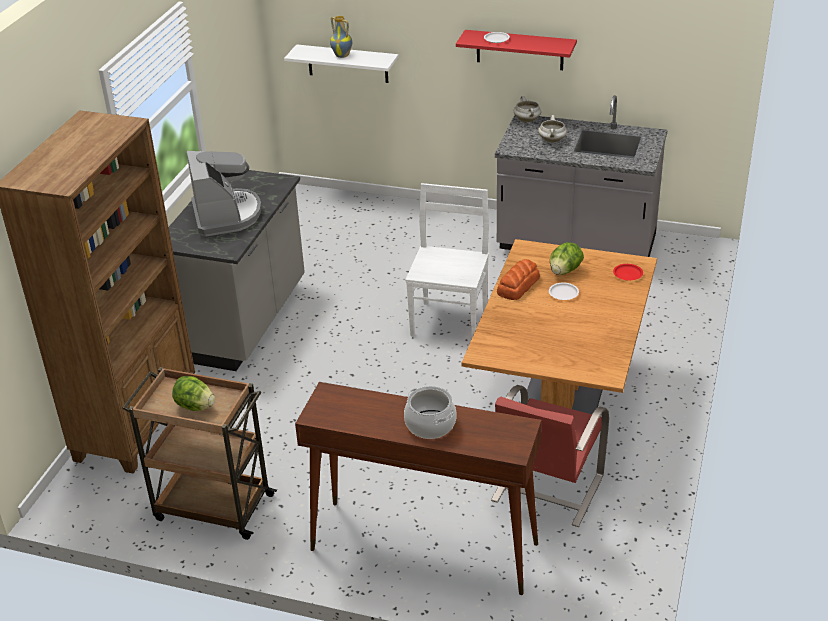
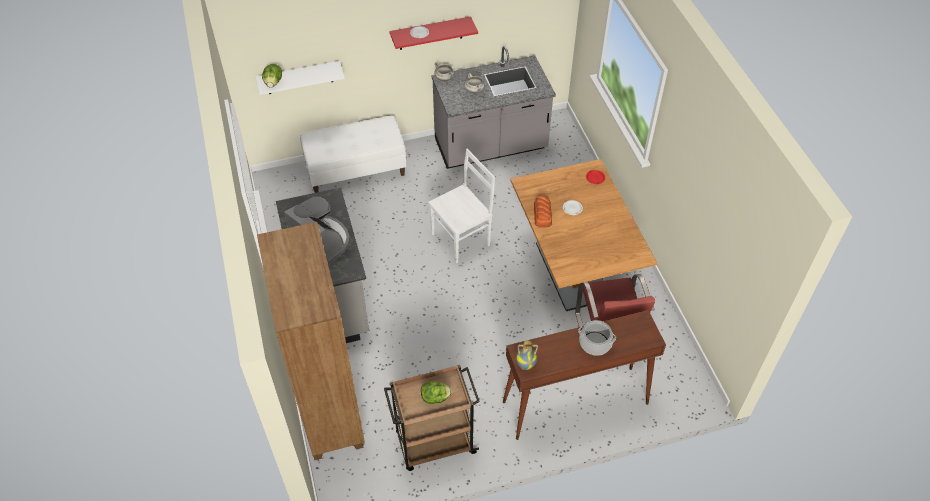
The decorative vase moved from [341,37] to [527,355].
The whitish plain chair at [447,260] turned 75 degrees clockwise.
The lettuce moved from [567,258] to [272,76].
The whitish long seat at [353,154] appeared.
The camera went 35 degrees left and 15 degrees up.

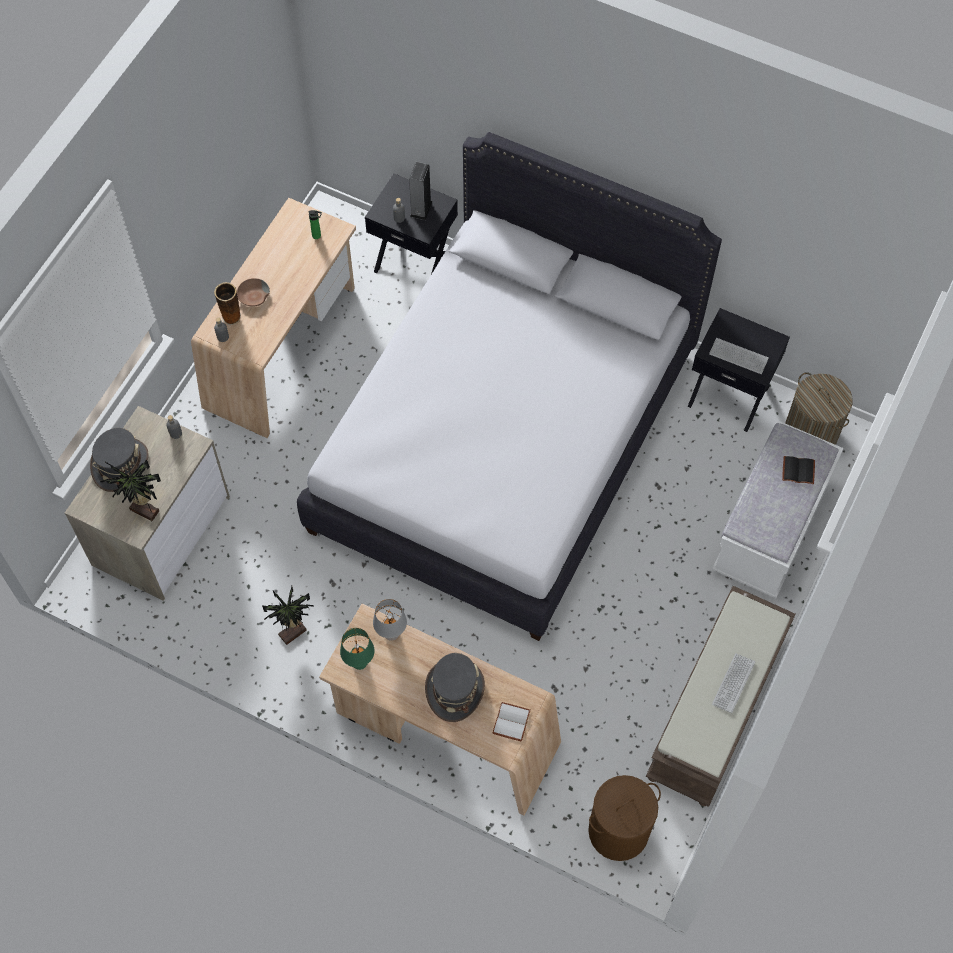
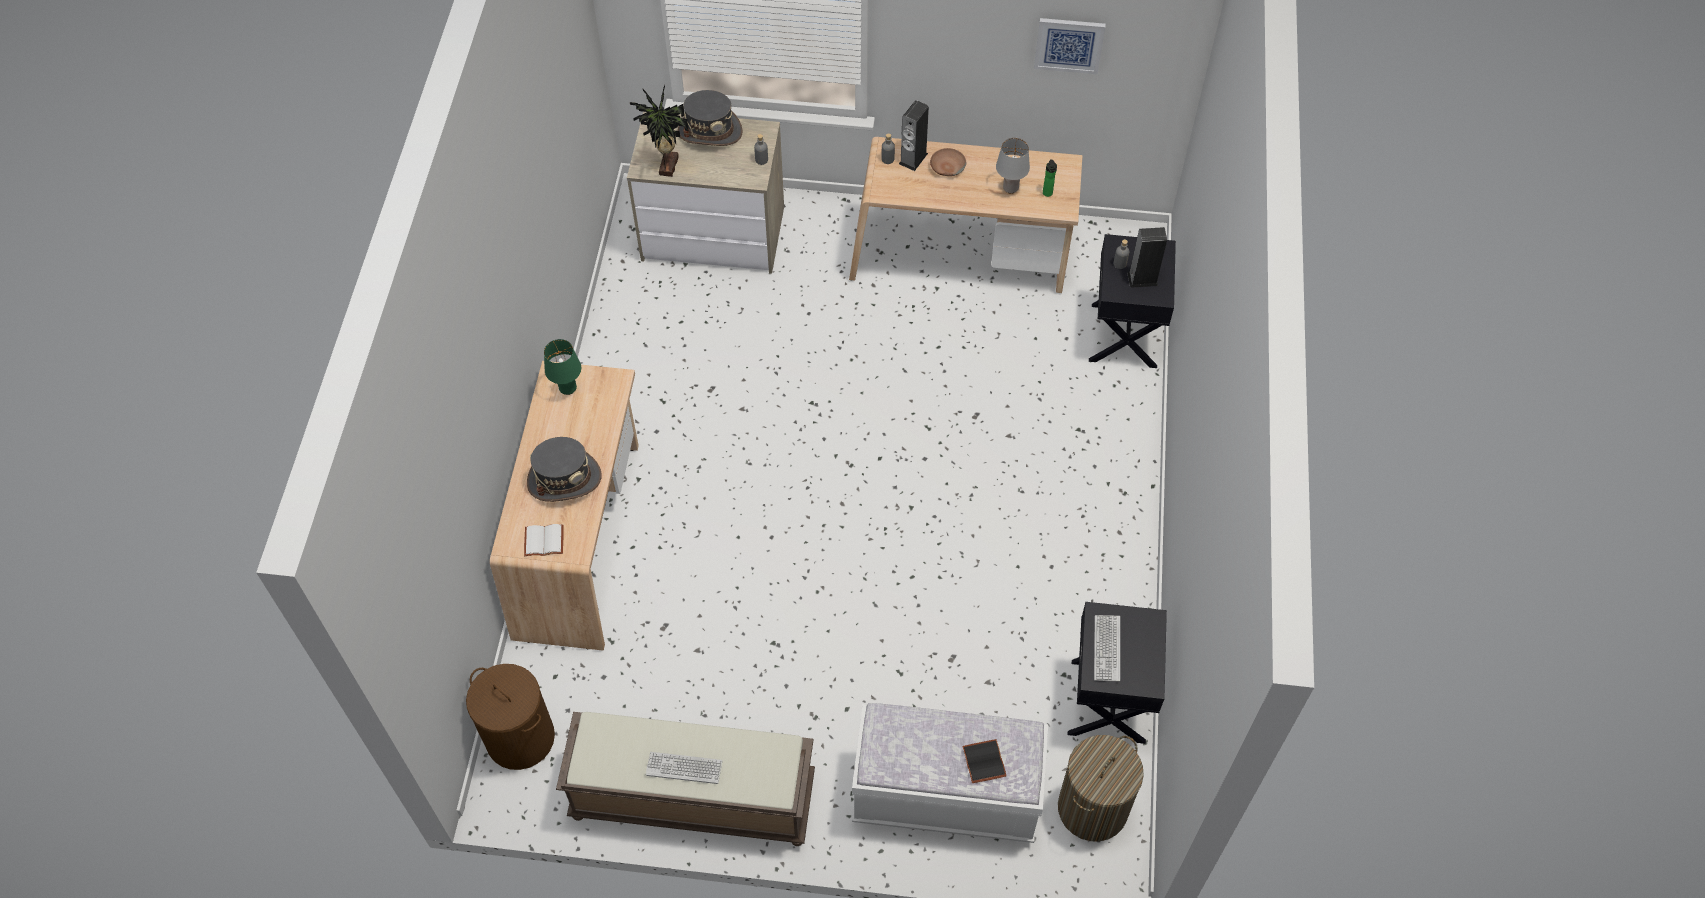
The decorative vase at [227,303] was replaced by the loudspeaker at [914,135].
The plant in a pot at [288,615] disappeared.
The whitish sleeping bed at [509,386] disappeared.
The greyish lamp for a table moved from [390,620] to [1013,166].
The wall picture at [1070,46] appeared.
The camera went 70 degrees right and 5 degrees down.

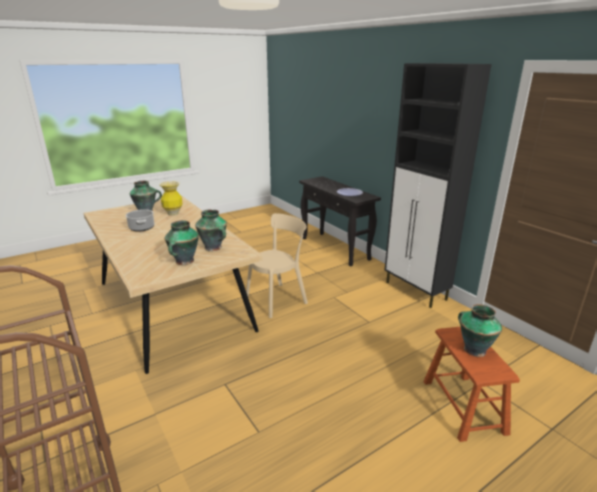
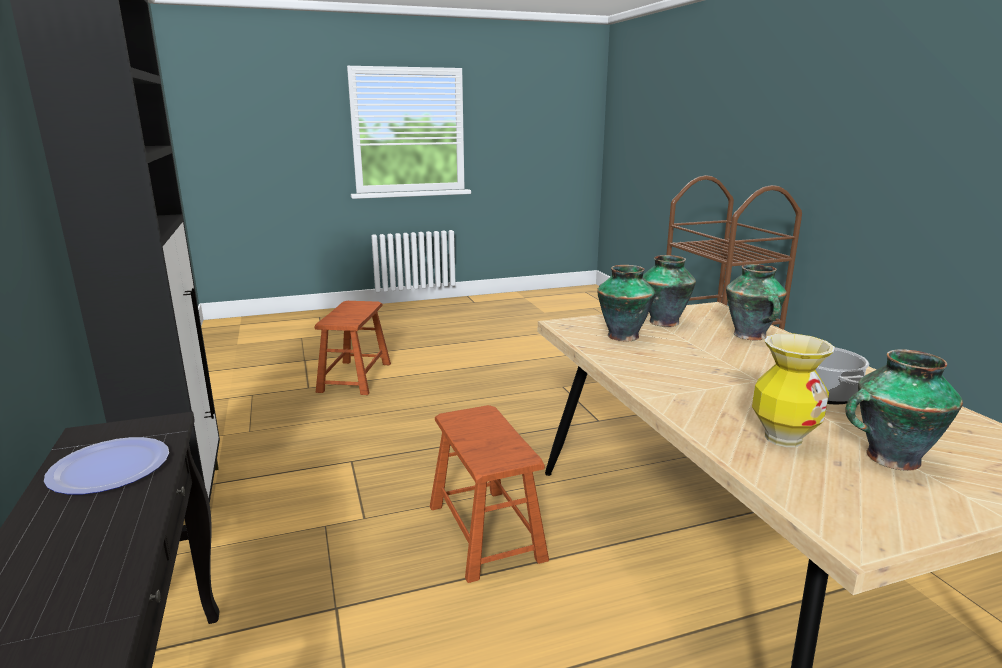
The beige plain chair at [277,265] was replaced by the brownish stool at [489,494].
The decorative vase moved from [480,330] to [756,302].
The camera went 165 degrees left and 5 degrees down.

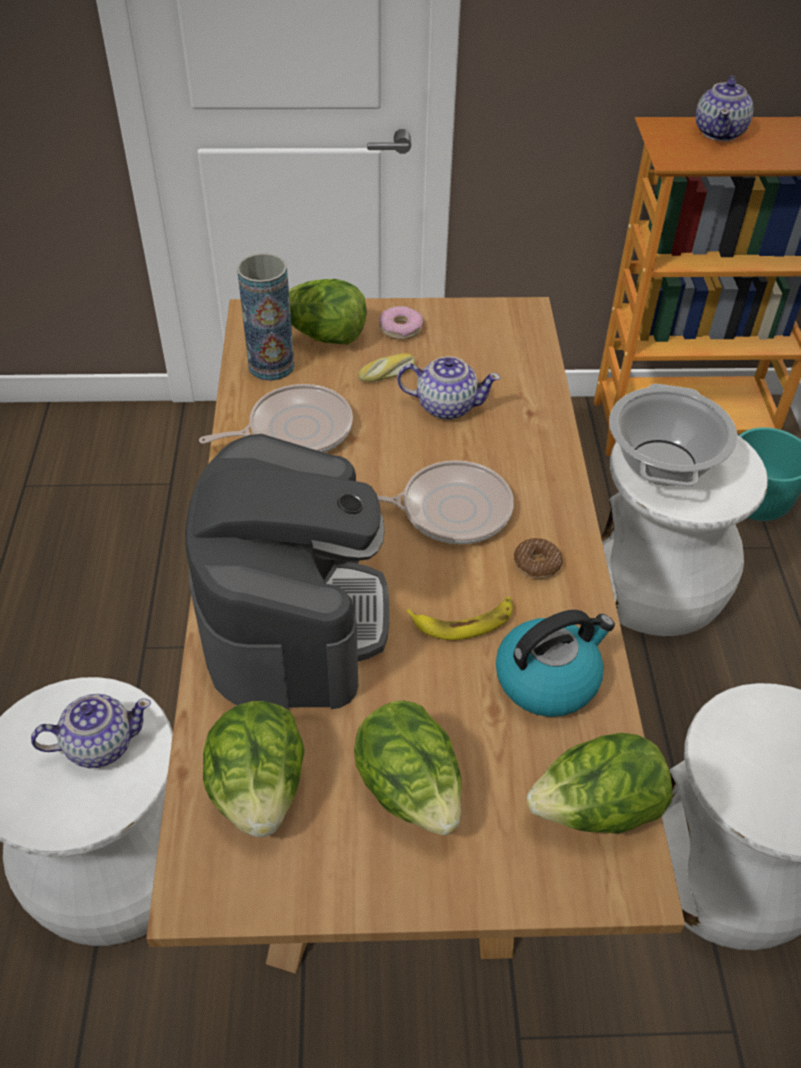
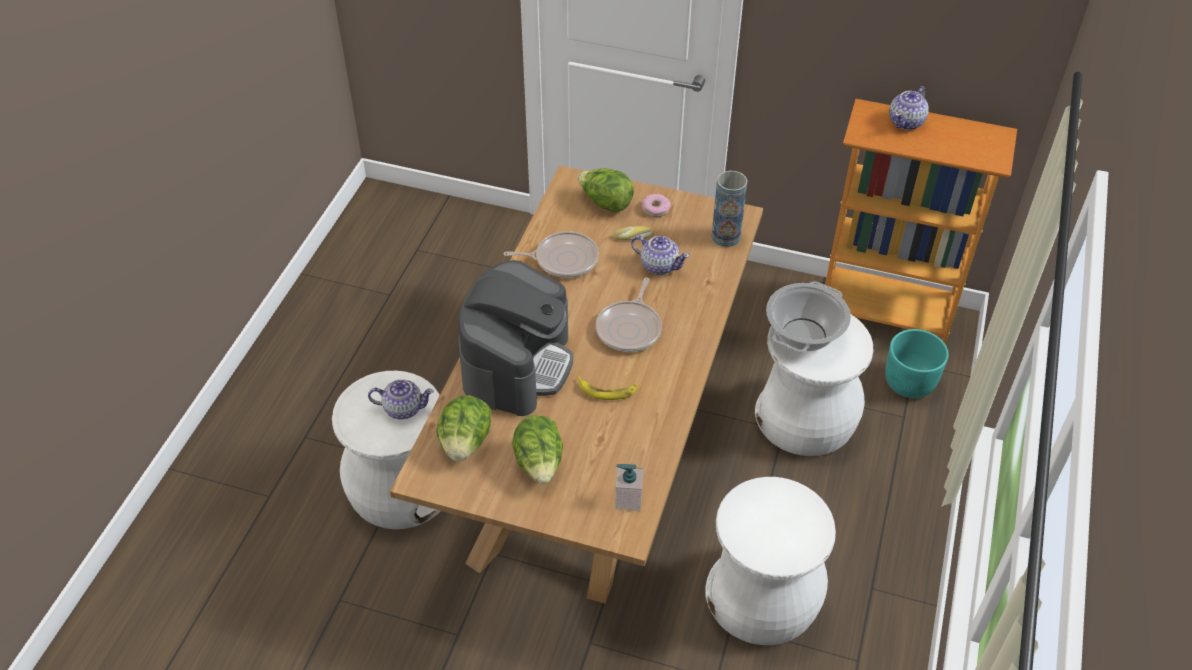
The decorative vase moved from [265,317] to [729,209].
The skillet at [445,502] turned 90 degrees clockwise.
The kettle at [555,663] disappeared.
The ring doughnut at [538,558] disappeared.
The lettuce at [600,783] was replaced by the soap dispenser at [629,487].
The camera went 20 degrees right and 0 degrees up.

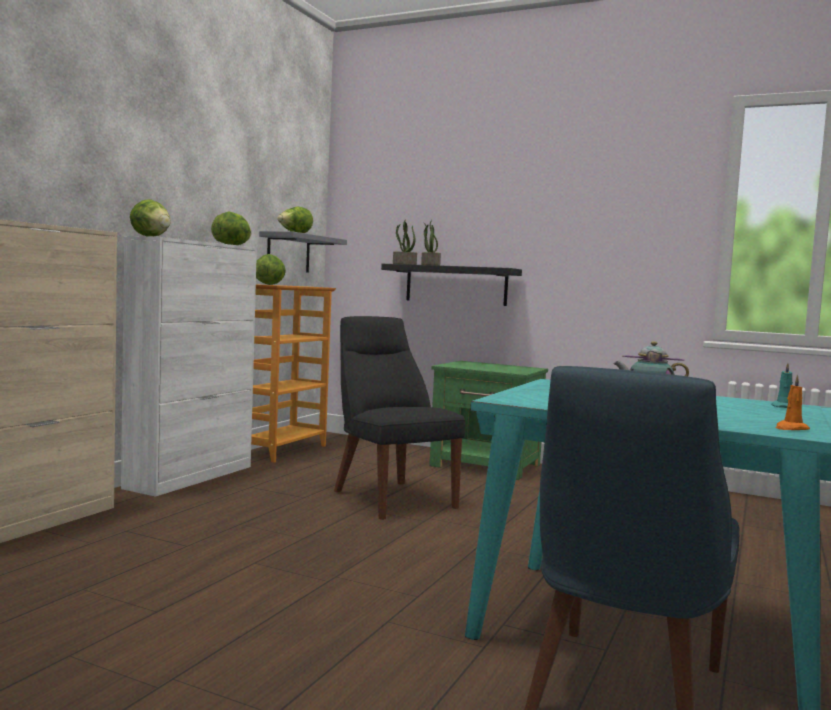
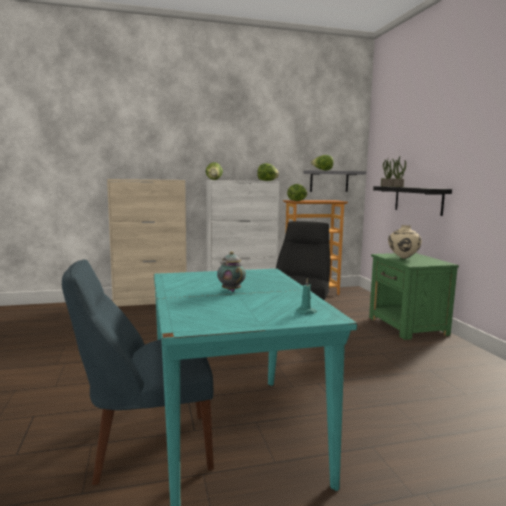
The orangey wax candle at [793,402] disappeared.
The beige decorative vase at [405,242] appeared.
The camera went 50 degrees right and 5 degrees up.

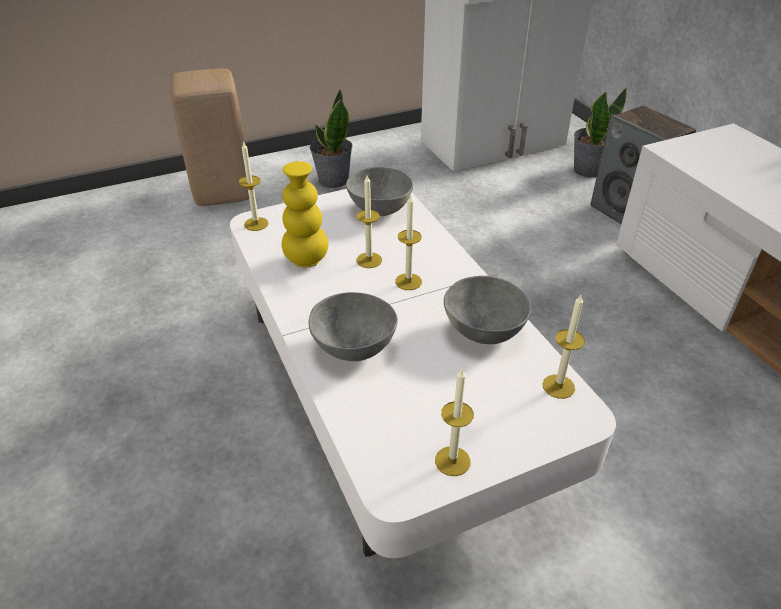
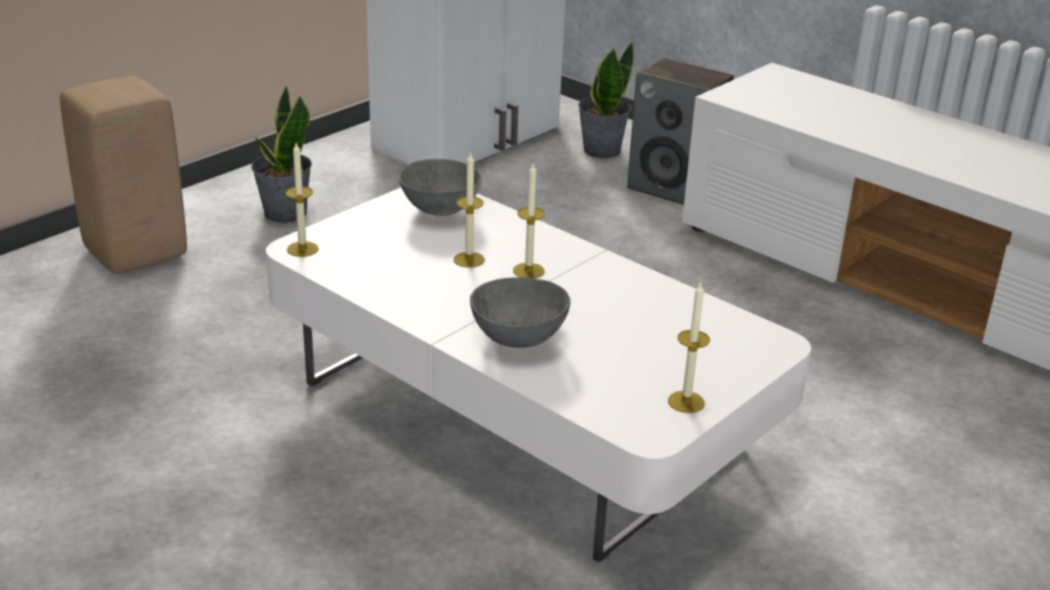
The yellow-coloured decorative vase at [305,214] disappeared.
The greyish bowl at [487,310] disappeared.
The wax candle at [563,347] disappeared.
The camera went 25 degrees left and 10 degrees down.

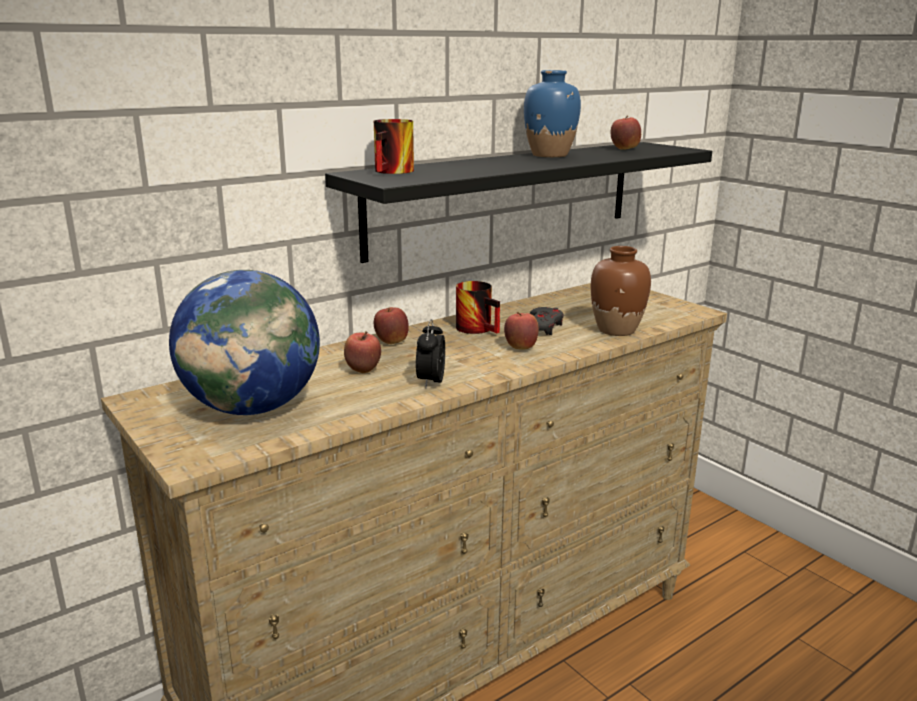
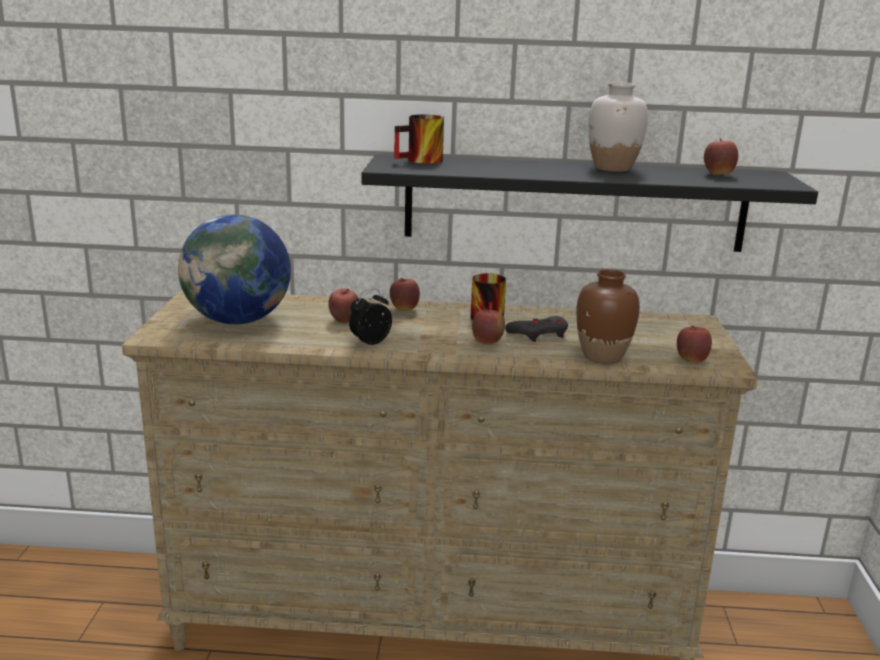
The blue decorative vase at [552,113] became the whitish decorative vase at [618,127].
The apple fruit at [694,344] appeared.
The camera went 40 degrees right and 0 degrees up.

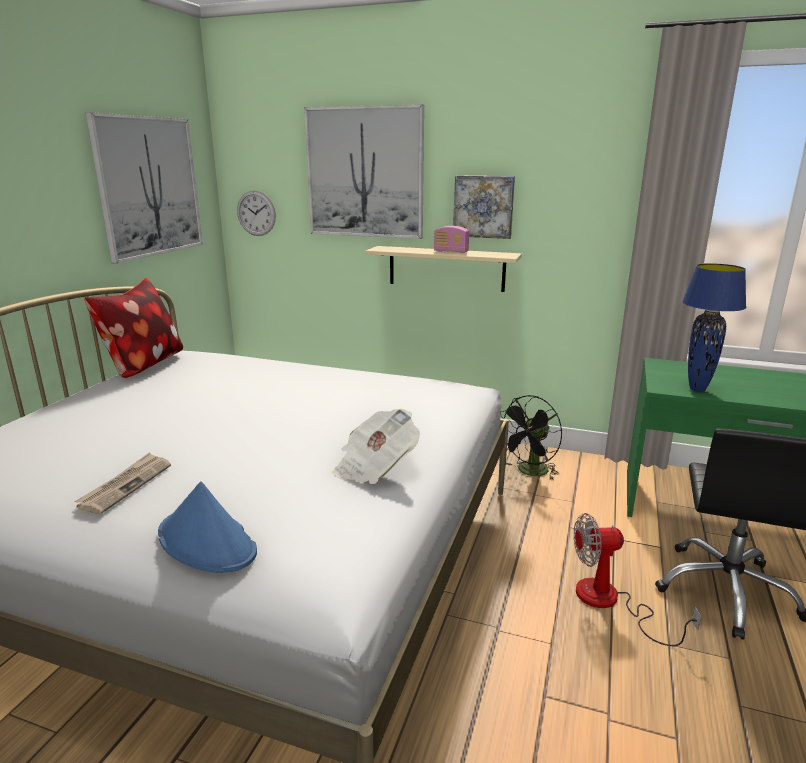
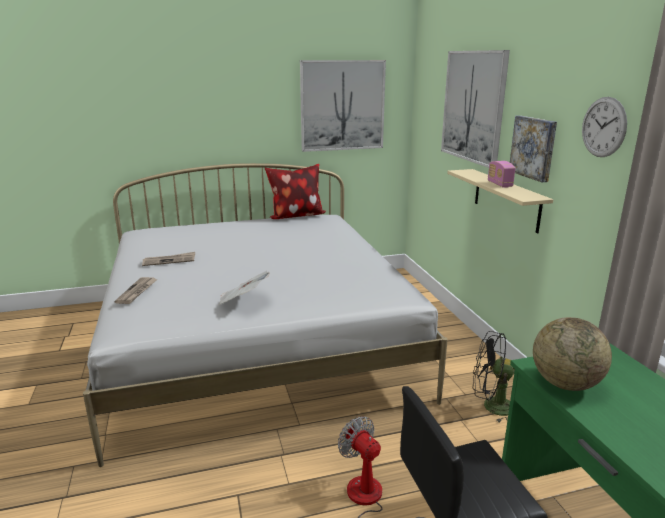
The blue clothing hat at [207,527] was replaced by the newspaper at [136,290].
The clock on the wall moved from [256,213] to [604,127].
The blue lamp for a table at [714,327] was replaced by the globe at [572,354].
The camera went 55 degrees right and 0 degrees up.

